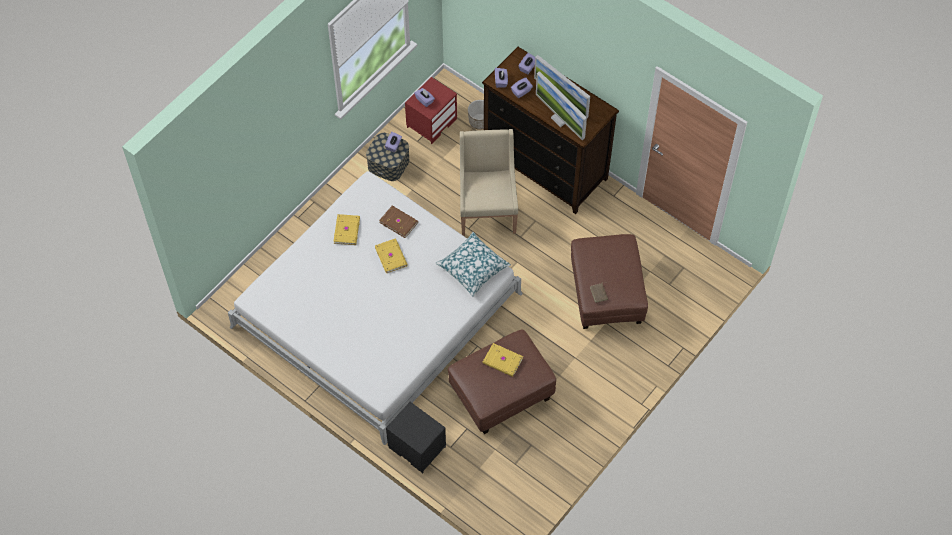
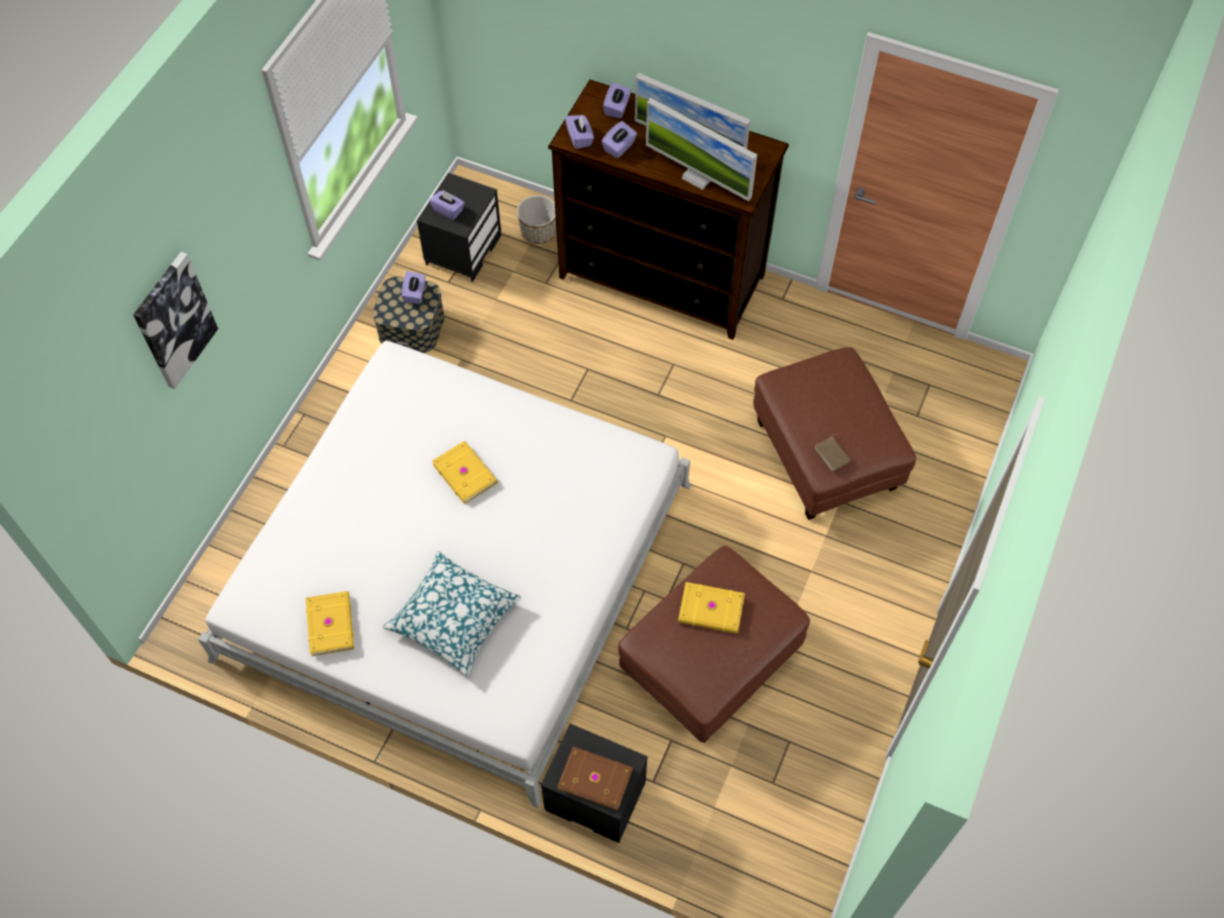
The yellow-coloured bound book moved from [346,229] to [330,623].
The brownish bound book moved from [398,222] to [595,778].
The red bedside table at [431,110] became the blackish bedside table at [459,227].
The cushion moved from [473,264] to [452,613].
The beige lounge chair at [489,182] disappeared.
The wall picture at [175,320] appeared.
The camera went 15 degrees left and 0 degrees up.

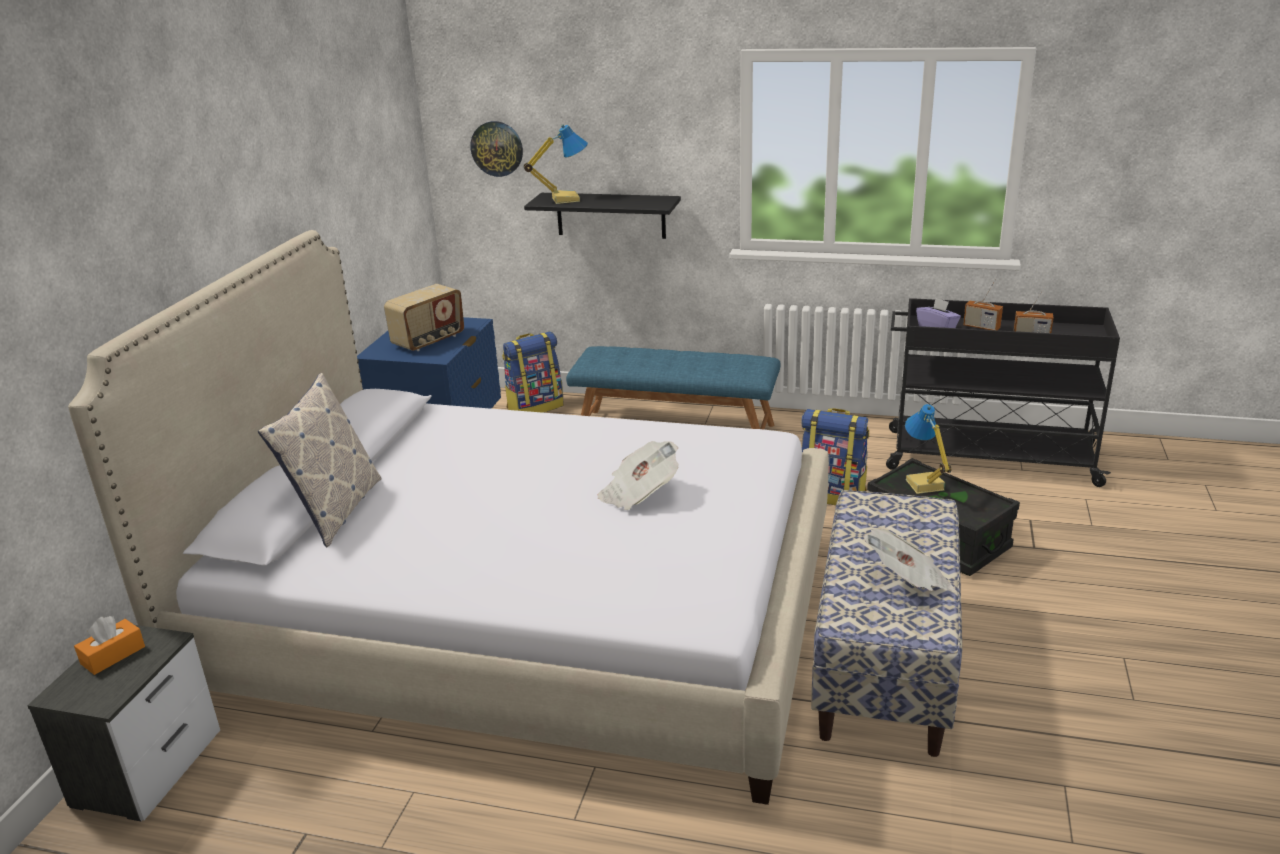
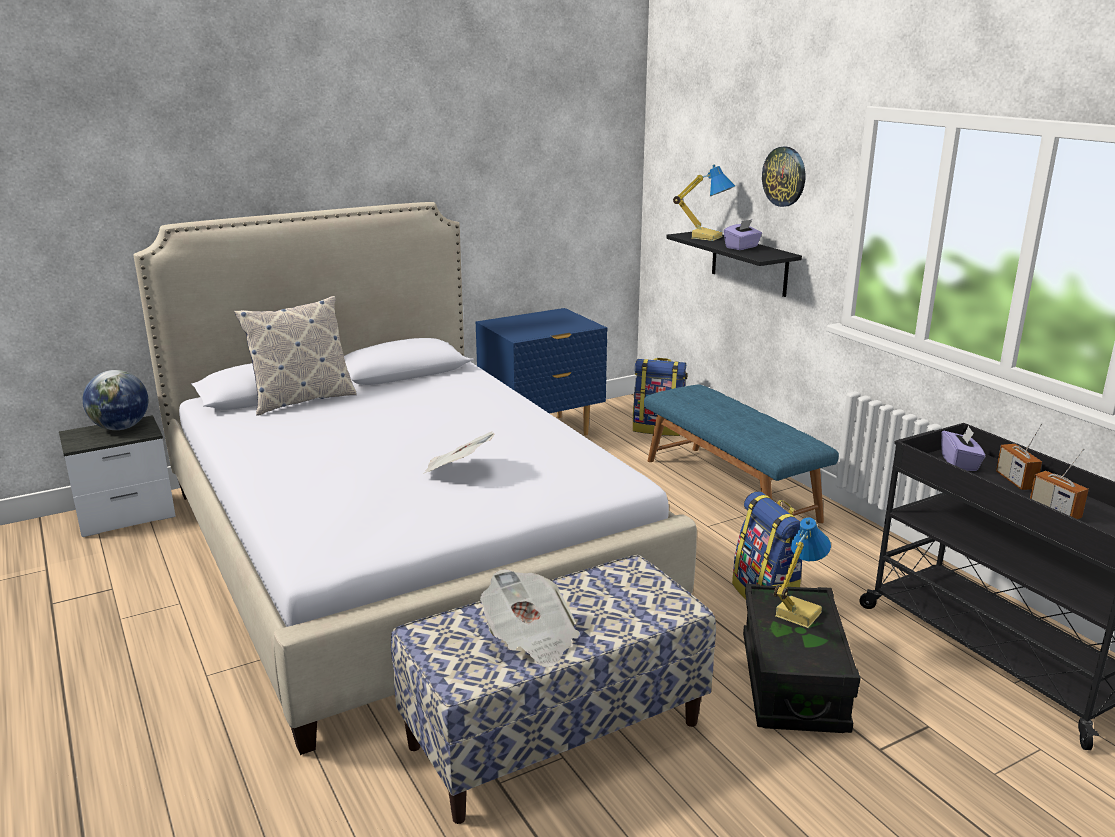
The orangey tissue holder at [109,645] was replaced by the globe at [115,400].
The radio receiver at [424,317] disappeared.
The clock on the wall moved from [496,149] to [783,176].
The purple tissue holder at [743,234] appeared.
The camera went 45 degrees right and 5 degrees down.

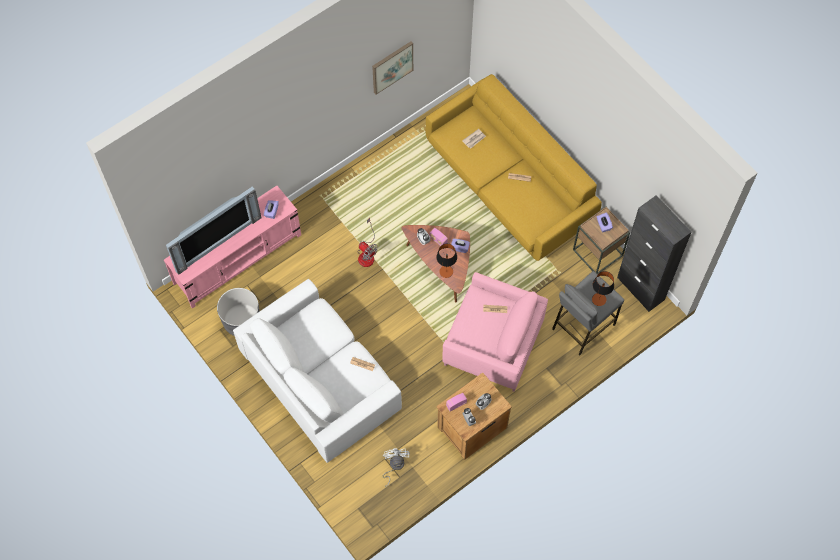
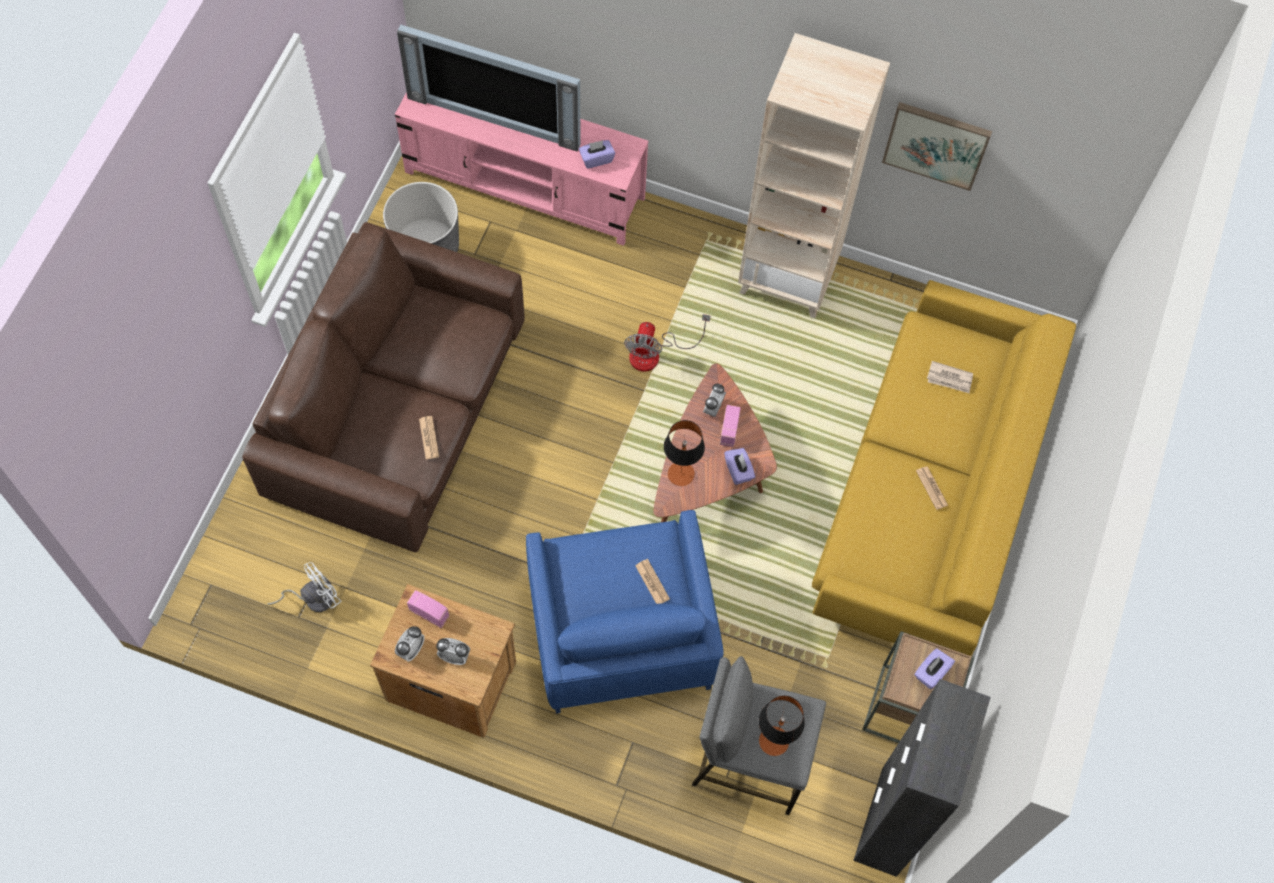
The whitish sofa at [317,371] became the brownish sofa at [383,387].
The pinkish lounge chair at [495,332] became the blue lounge chair at [625,612].
The beige bookshelf at [814,175] appeared.
The camera went 55 degrees right and 0 degrees up.

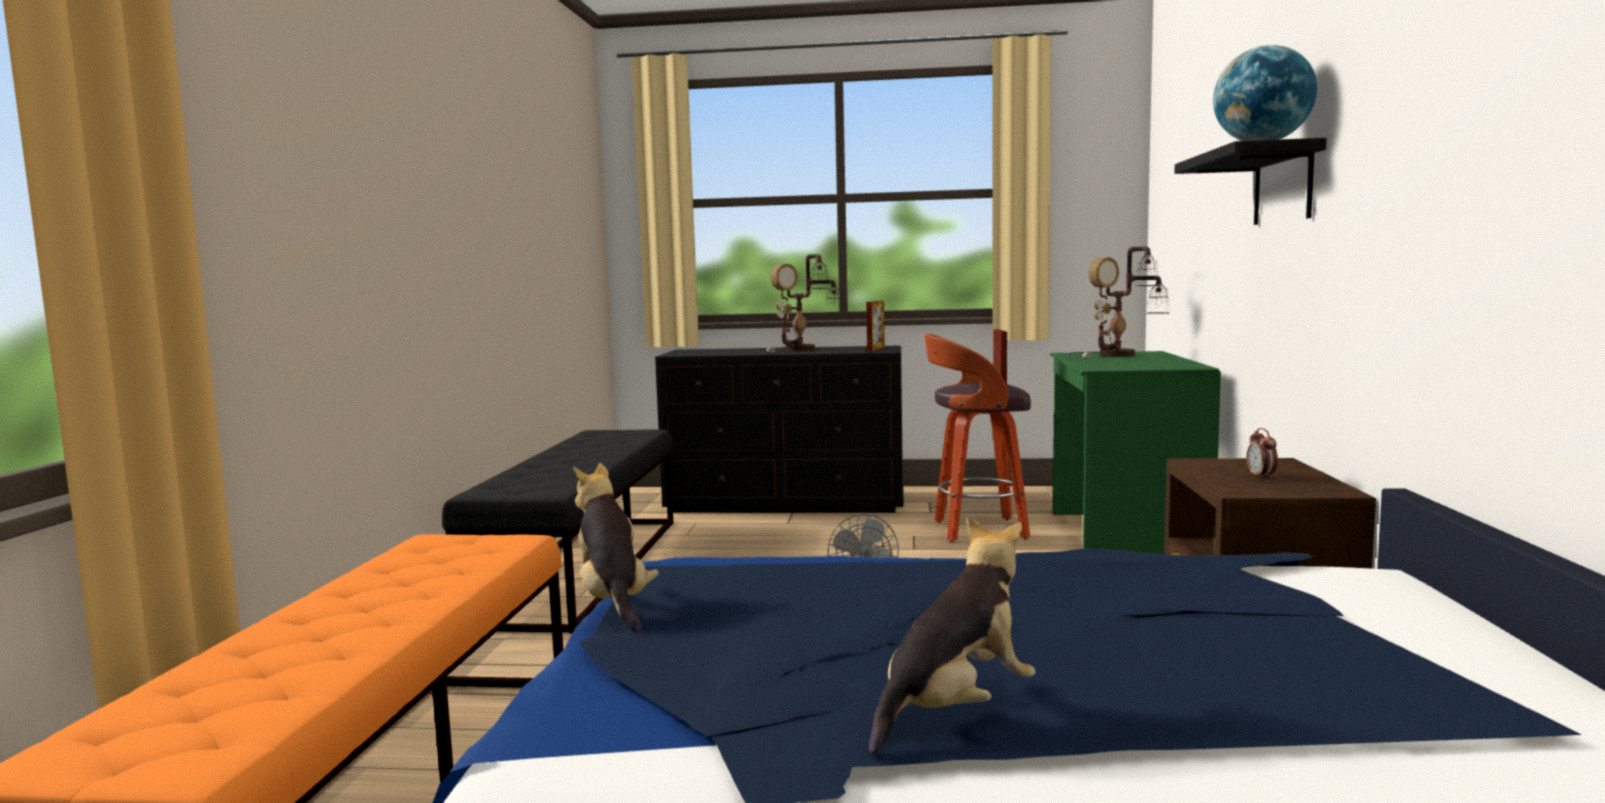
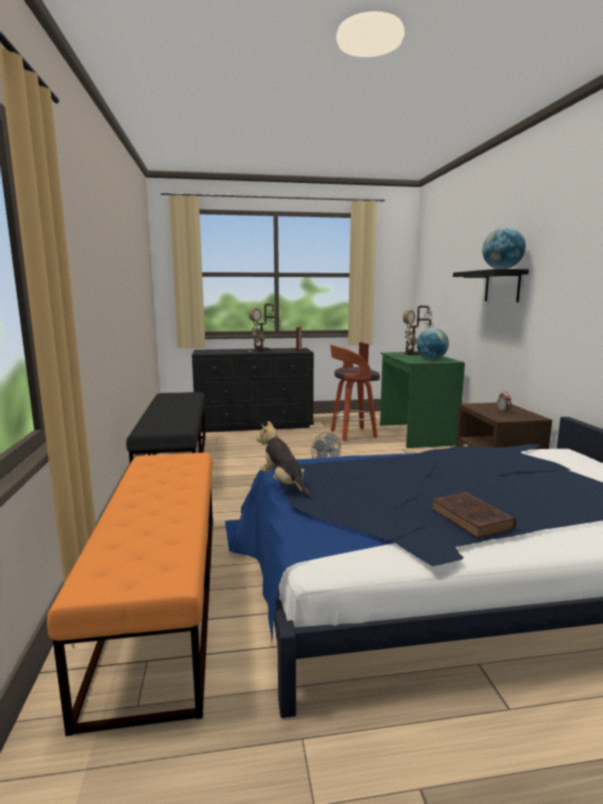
The cuddly toy at [952,635] was replaced by the brownish bound book at [473,515].
The globe at [432,344] appeared.
The camera went 15 degrees left and 5 degrees up.

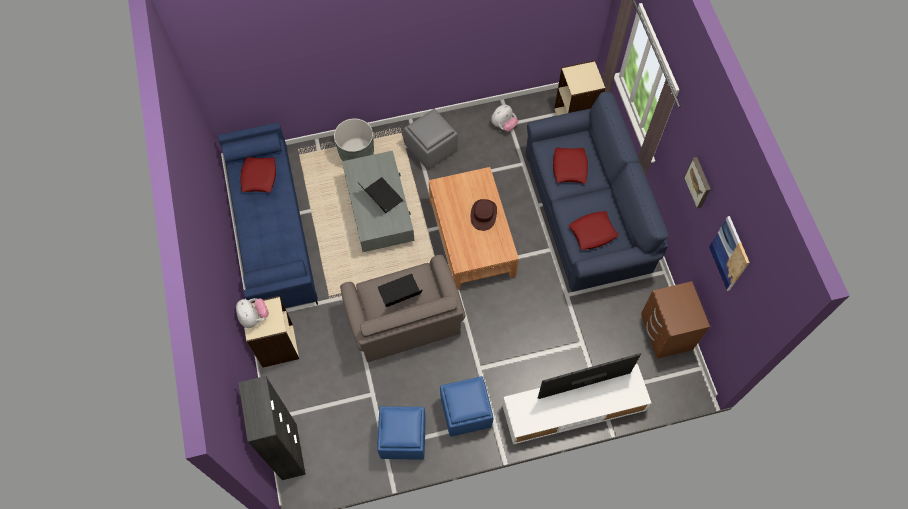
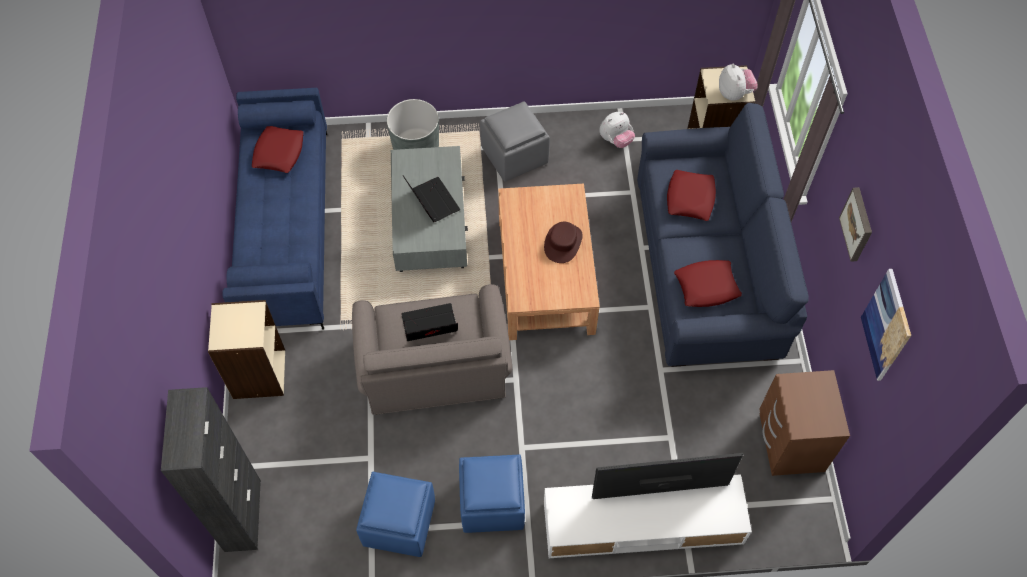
The cuddly toy moved from [252,313] to [738,82].
The camera went 10 degrees right and 5 degrees down.

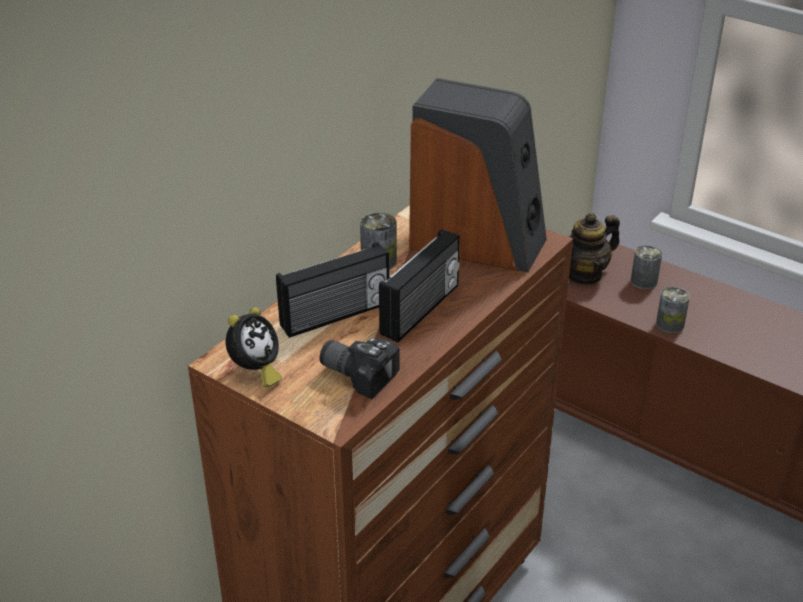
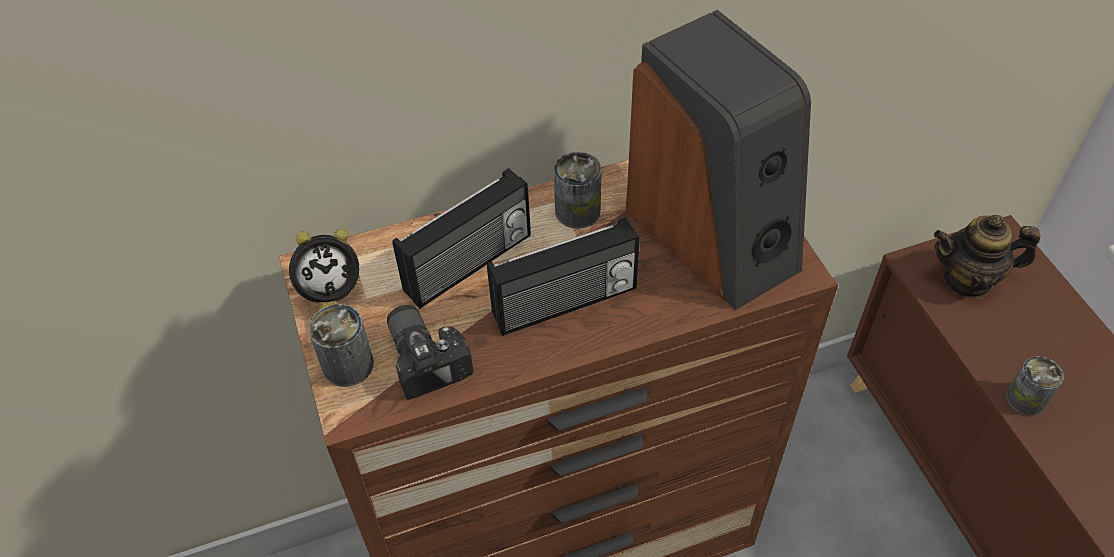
The radio receiver at [333,290] turned 45 degrees counterclockwise.
The can moved from [646,267] to [341,345].
The camera went 35 degrees right and 15 degrees up.

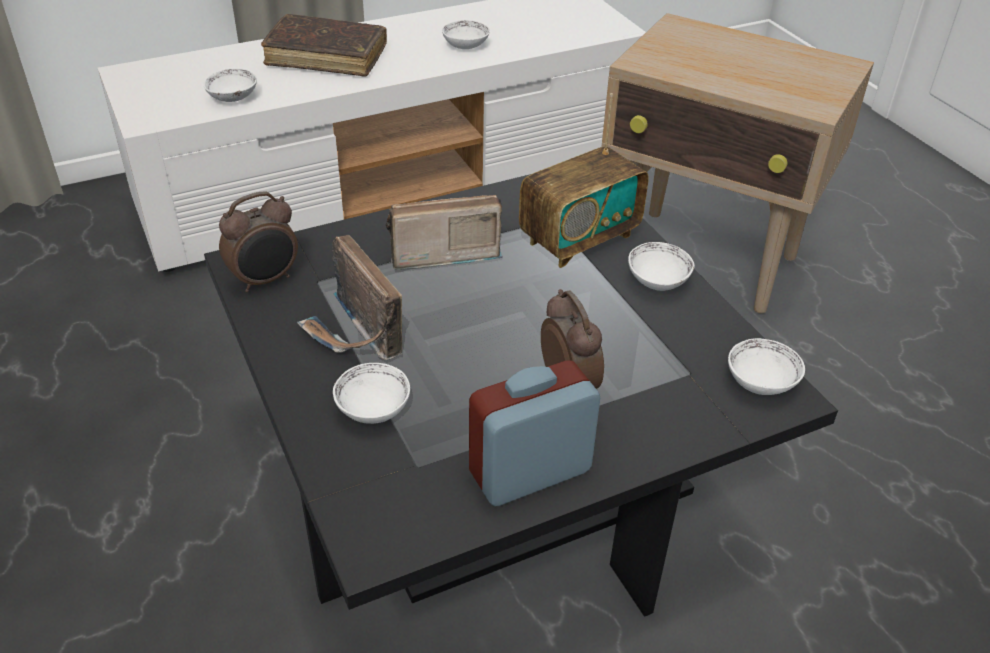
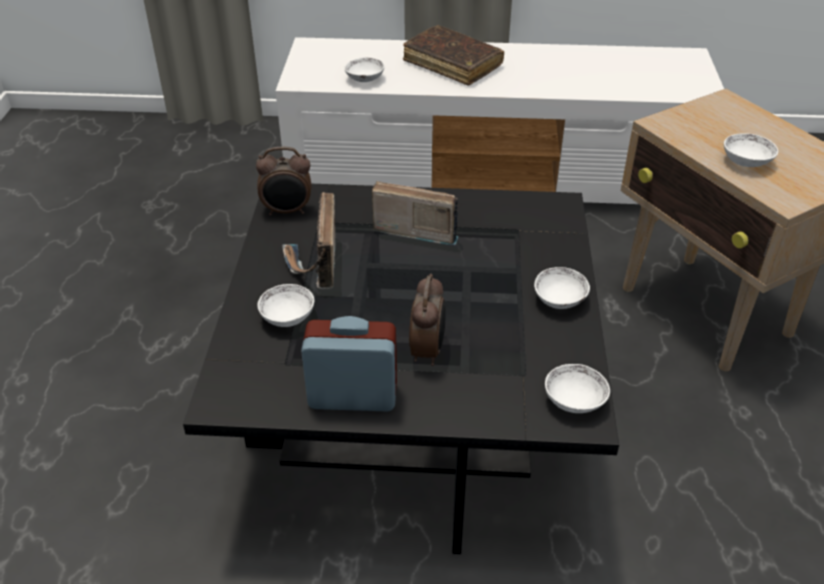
The whitish bowl moved from [466,34] to [751,150].
The radio receiver at [584,180] disappeared.
The camera went 30 degrees right and 0 degrees up.

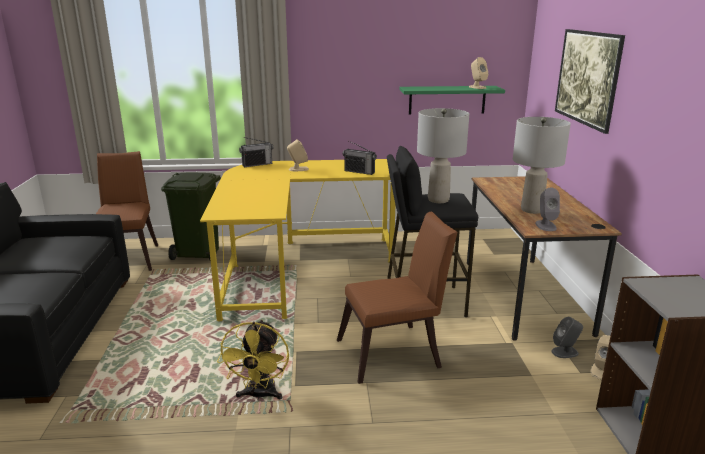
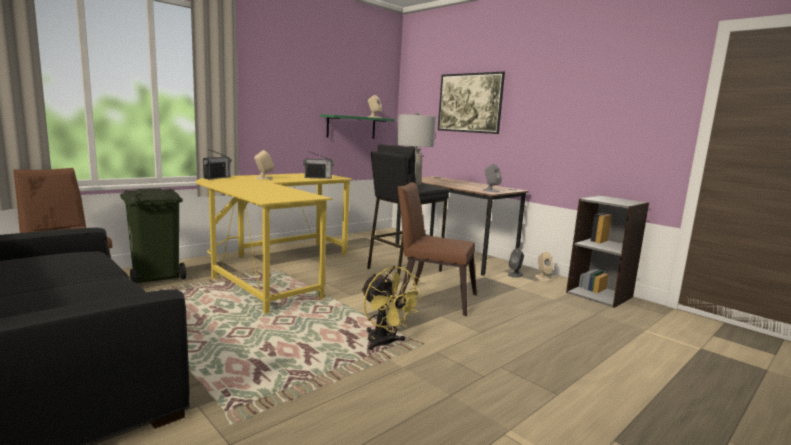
The brownish plain chair at [397,297] turned 105 degrees counterclockwise.
The greyish lamp for a table at [542,165] disappeared.
The camera went 40 degrees left and 10 degrees down.

